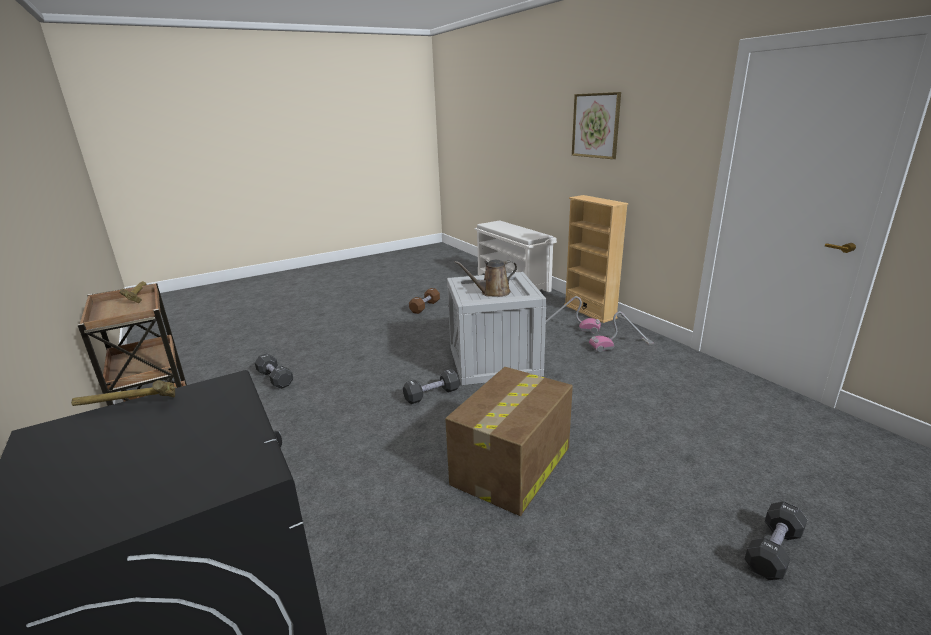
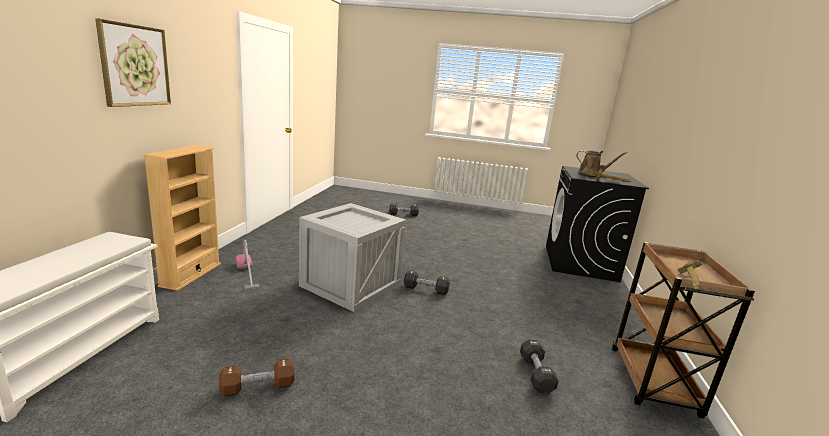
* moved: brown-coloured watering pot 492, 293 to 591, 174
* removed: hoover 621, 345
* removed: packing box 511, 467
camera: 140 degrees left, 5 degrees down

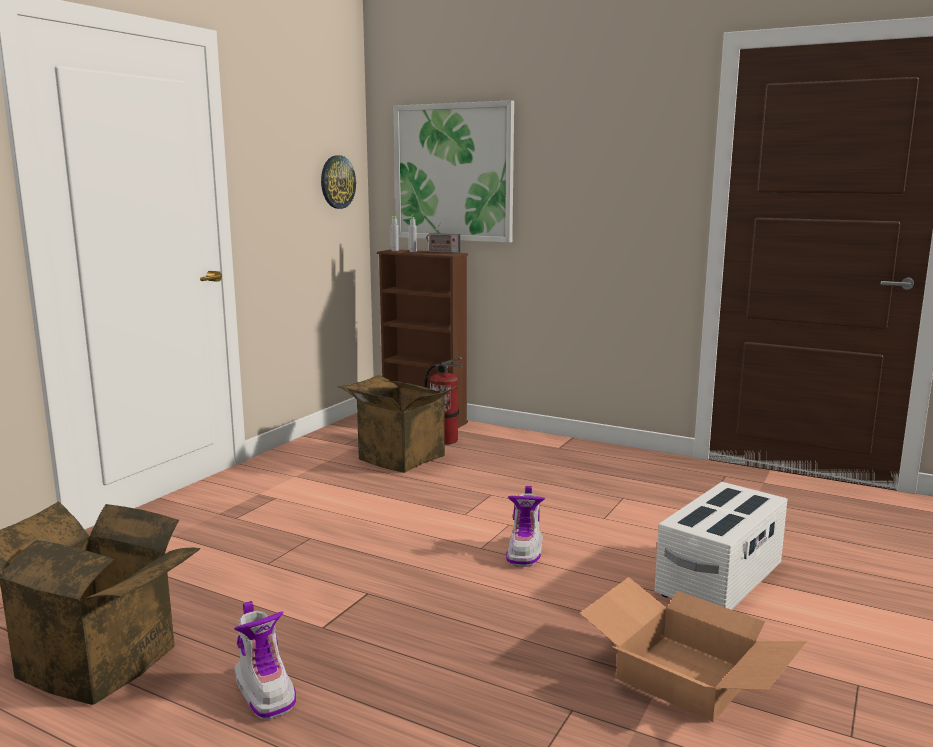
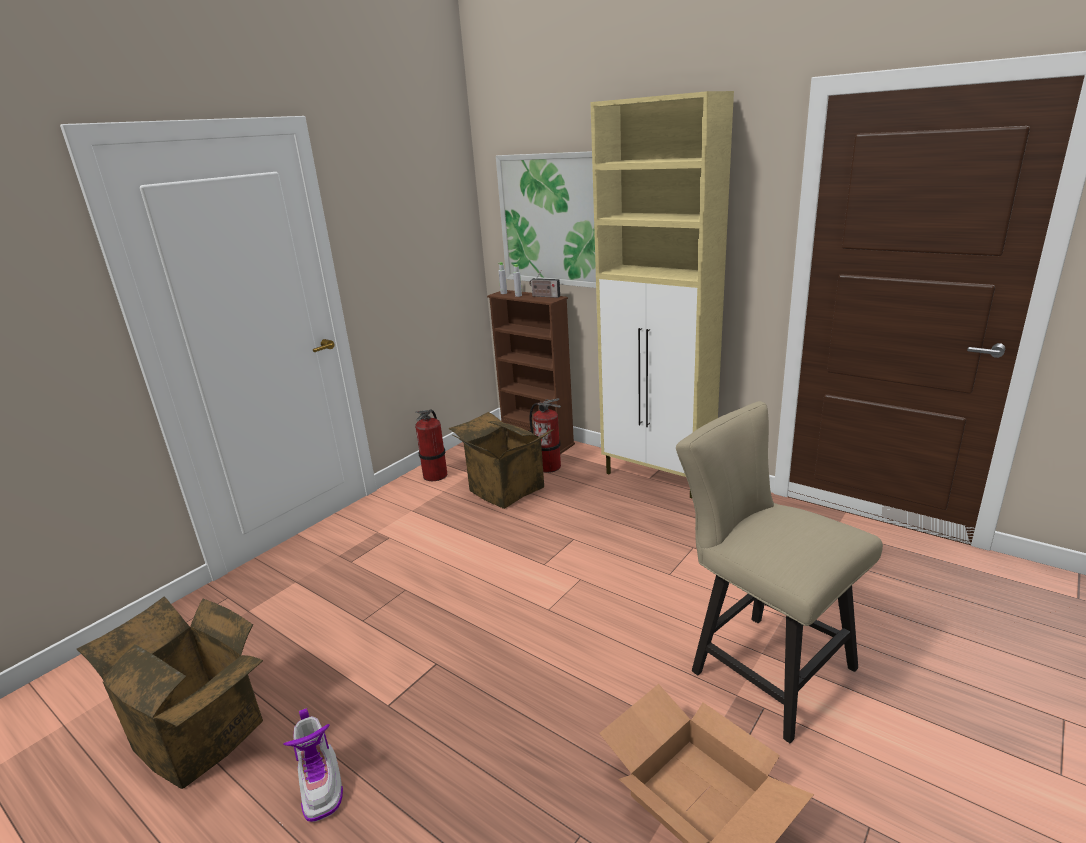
* removed: clock on the wall 337, 182
* replaced: white storage box 720, 580 to sand-coloured chair 761, 665
* removed: high-top boot 525, 552
* added: sand-coloured storage cabinet 658, 477
* added: fire-fighting cylinder 436, 475
camera: 10 degrees right, 10 degrees up

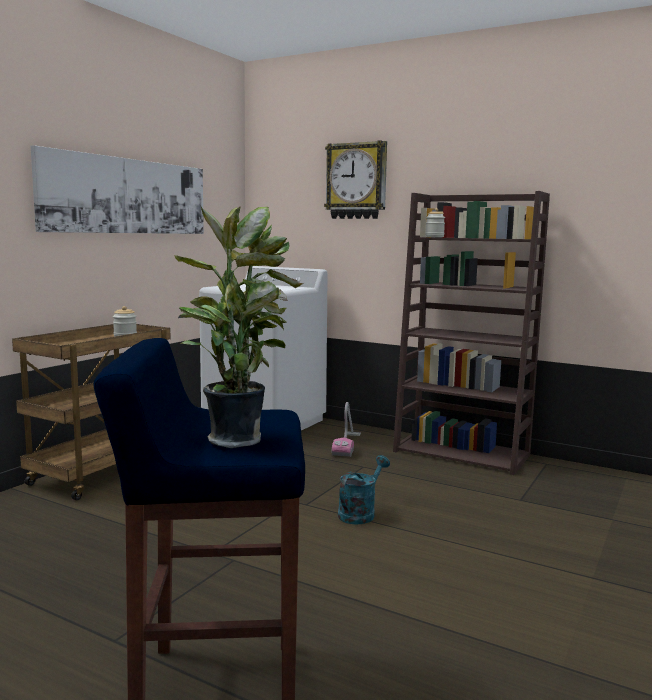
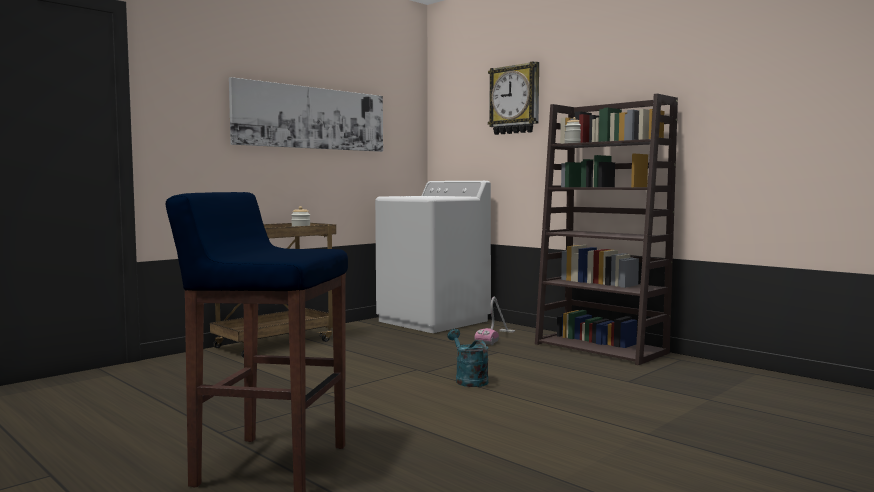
* removed: potted plant 237, 438
* turned: turquoise-coloured watering pot 360, 513 = 468, 380 75 degrees counterclockwise
camera: 15 degrees right, 5 degrees down

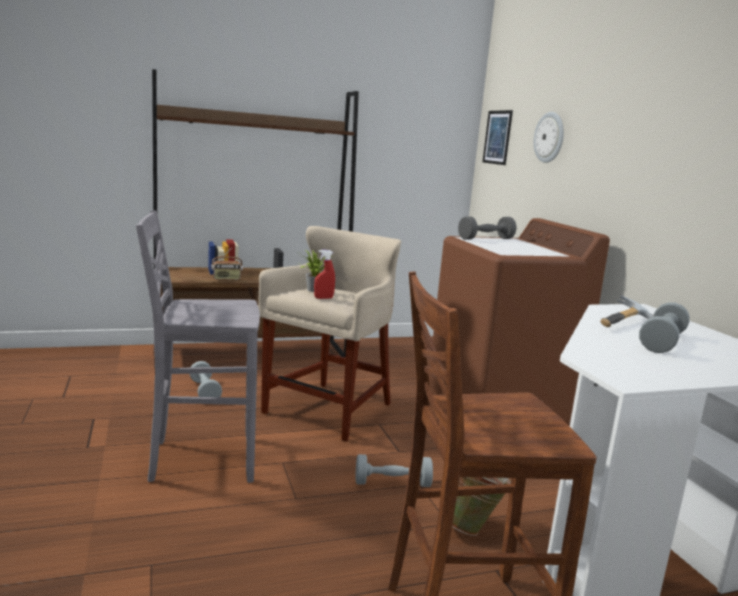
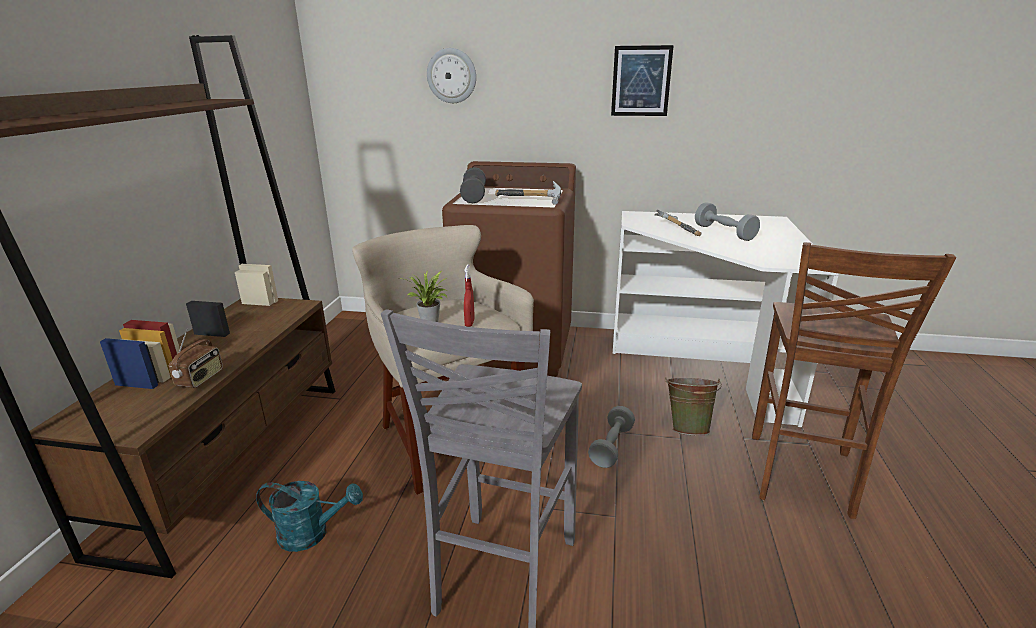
* moved: wall art 497, 137 to 641, 81
* replaced: greyish hand weight 205, 391 to turquoise-coloured watering pot 312, 534
* added: tool hammer 530, 201
camera: 60 degrees left, 10 degrees up

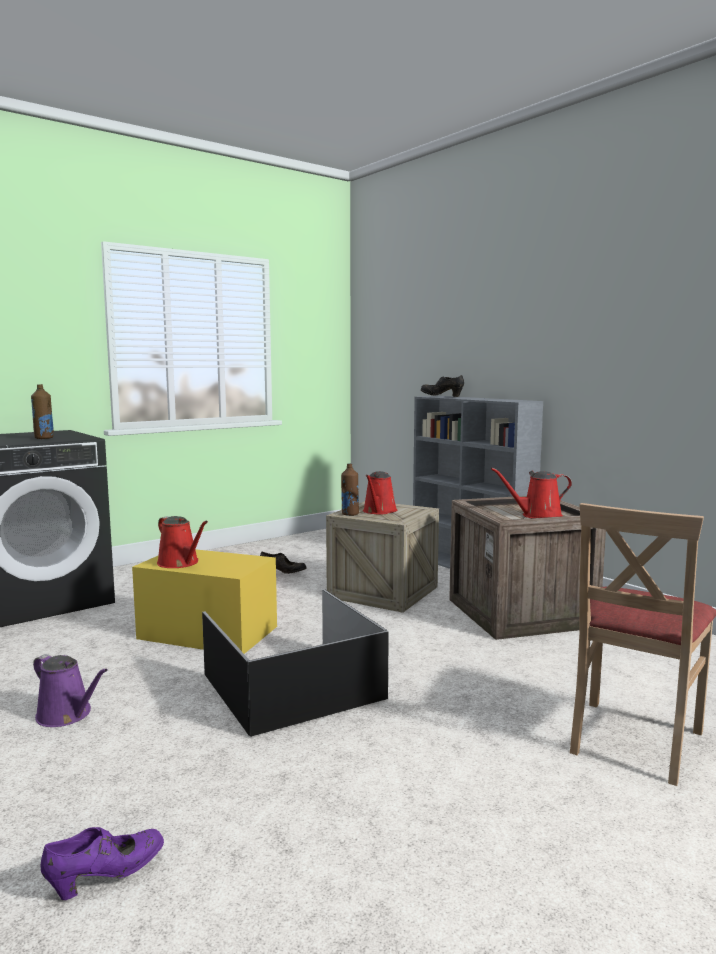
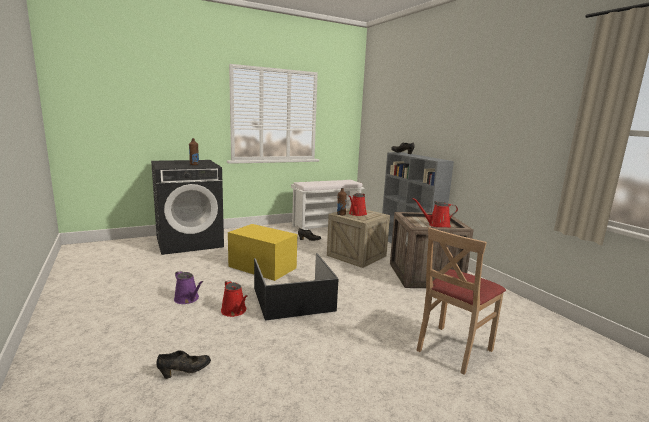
* moved: reddish watering pot 180, 563 to 234, 311
* recoloured: purple shoe 107, 877 to black shoe 185, 372
* added: white long seat 326, 226
camera: 10 degrees right, 5 degrees up

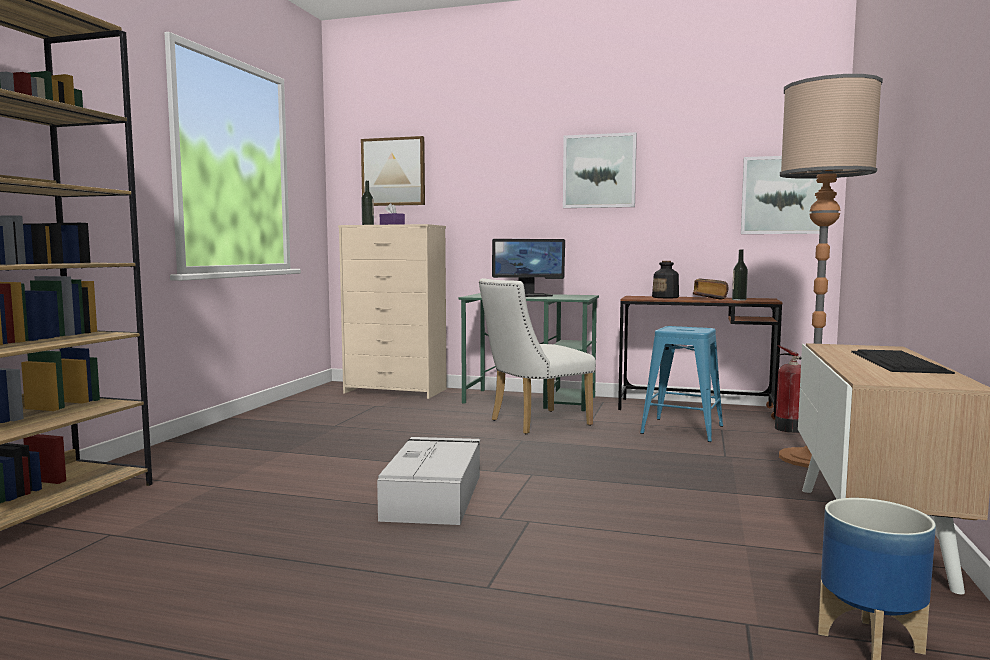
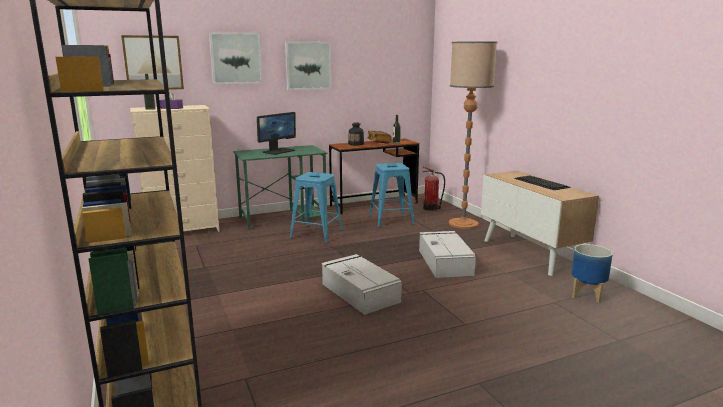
* moved: wall art 782, 195 to 236, 58
* replaced: white chair 533, 423 to blue stool seat 317, 234
* added: greyish storage box 444, 262
camera: 40 degrees left, 10 degrees up

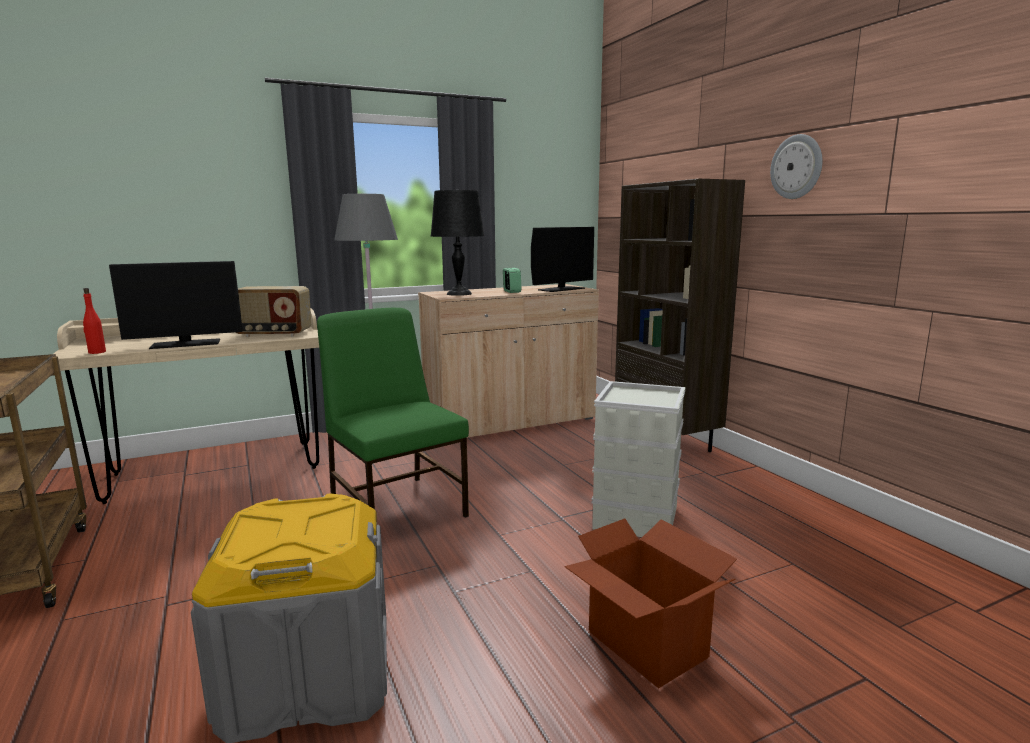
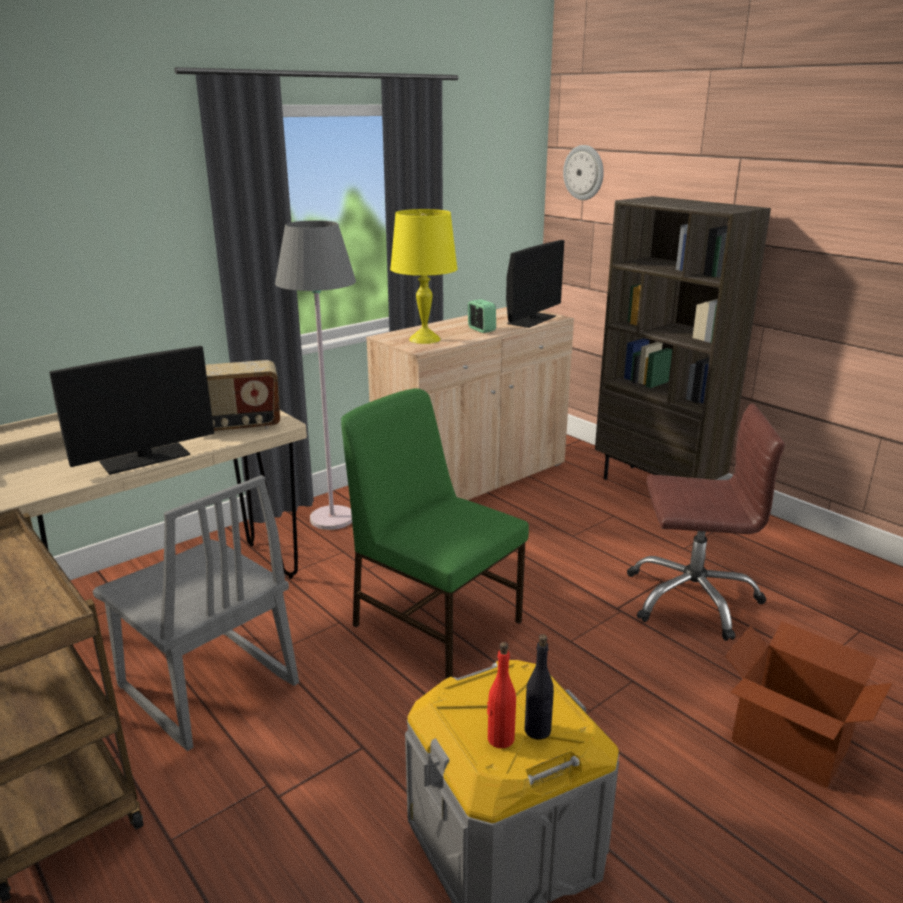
* moved: clock on the wall 797, 167 to 584, 172
* recoloured: black lamp for a table 459, 294 to yellow lamp for a table 425, 339
* moved: reddish beverage bottle 97, 352 to 500, 739
* replaced: greyish storage box 636, 518 to brown-coloured desk chair 692, 598
* added: greyish chair 206, 687
* added: black beverage bottle 538, 730
camera: 15 degrees left, 10 degrees up

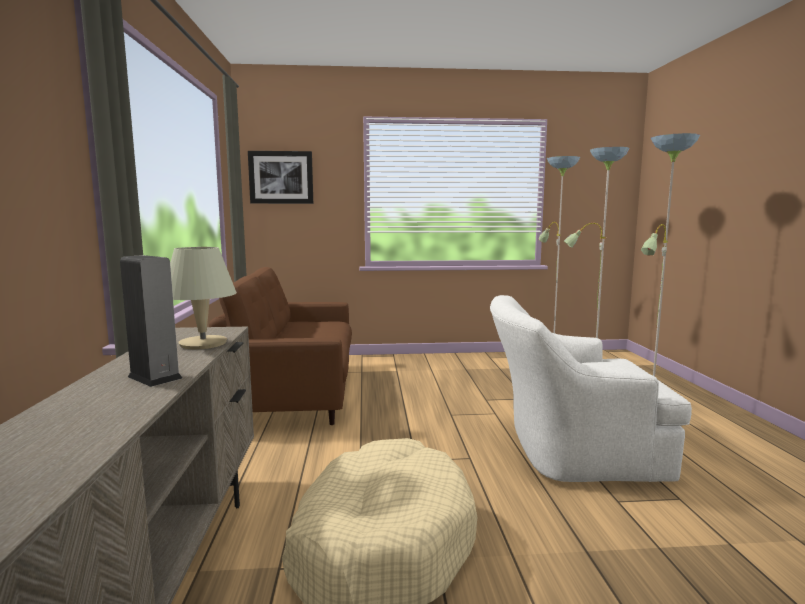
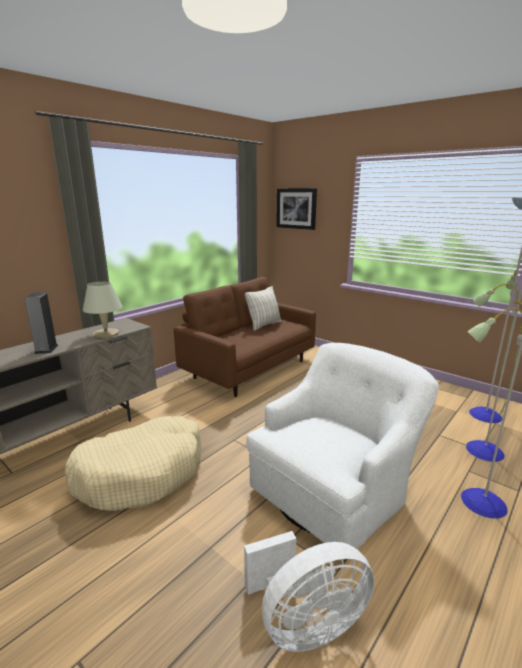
* turned: white easy chair 569, 450 = 335, 488 90 degrees clockwise
* added: throw pillow 264, 325
* added: white electric fan 305, 624
camera: 45 degrees right, 10 degrees up

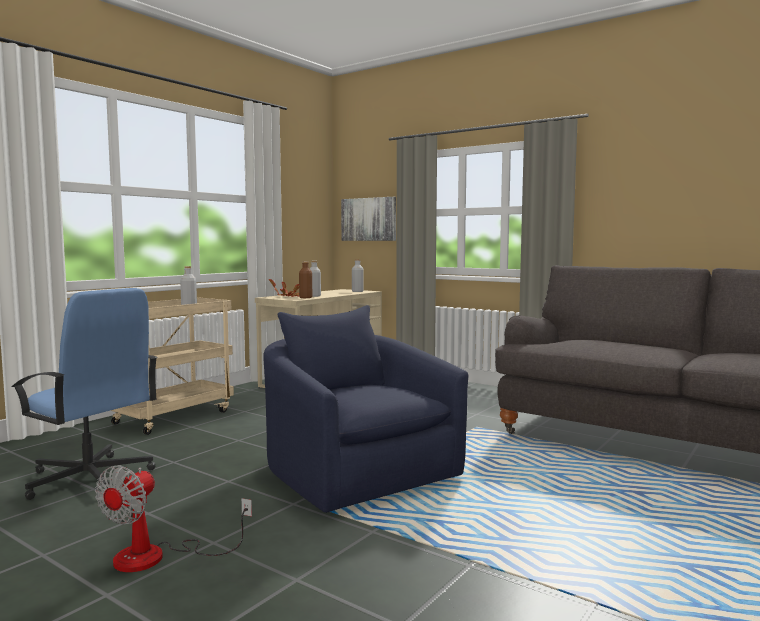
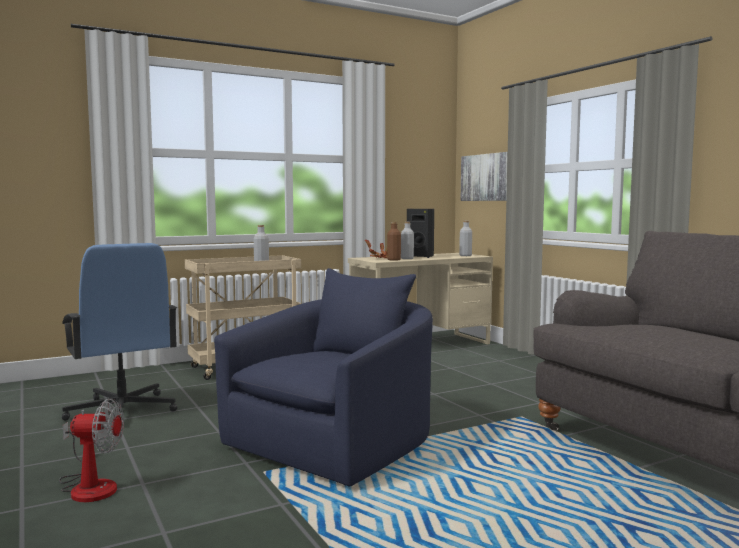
* turned: blue easy chair 355, 472 = 337, 443 45 degrees clockwise
* turned: electric fan 157, 557 = 90, 486 135 degrees counterclockwise
* added: black audio speaker 421, 257
camera: 25 degrees right, 0 degrees up

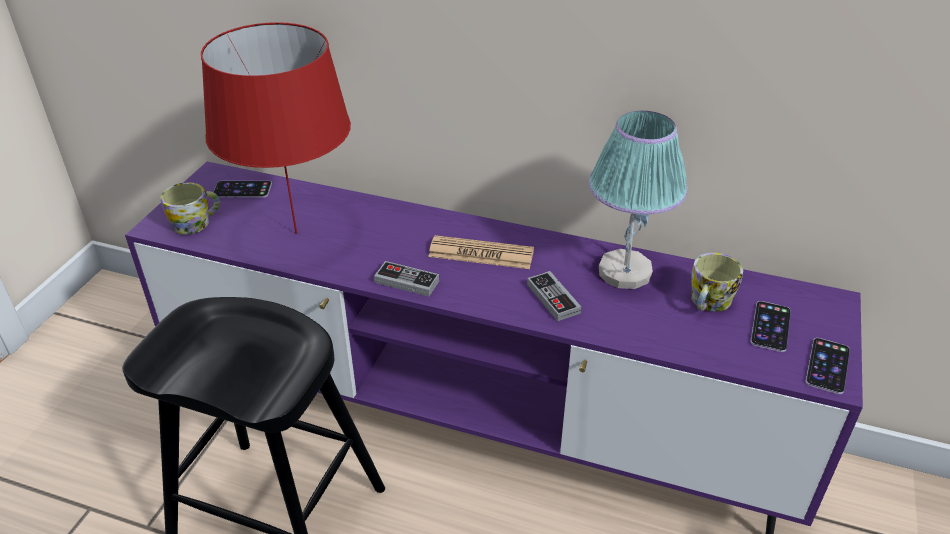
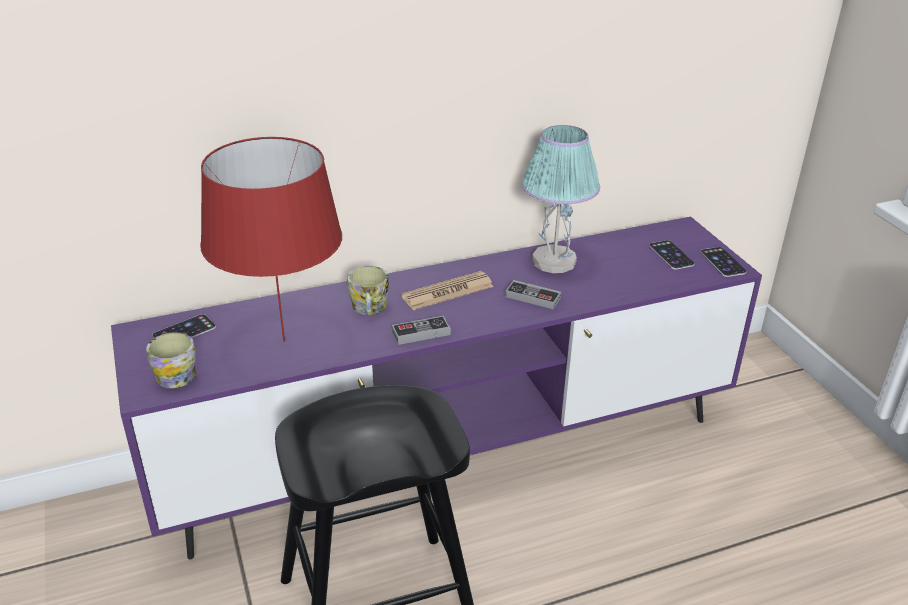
* moved: tea mug 708, 302 to 369, 309
camera: 40 degrees left, 5 degrees down

